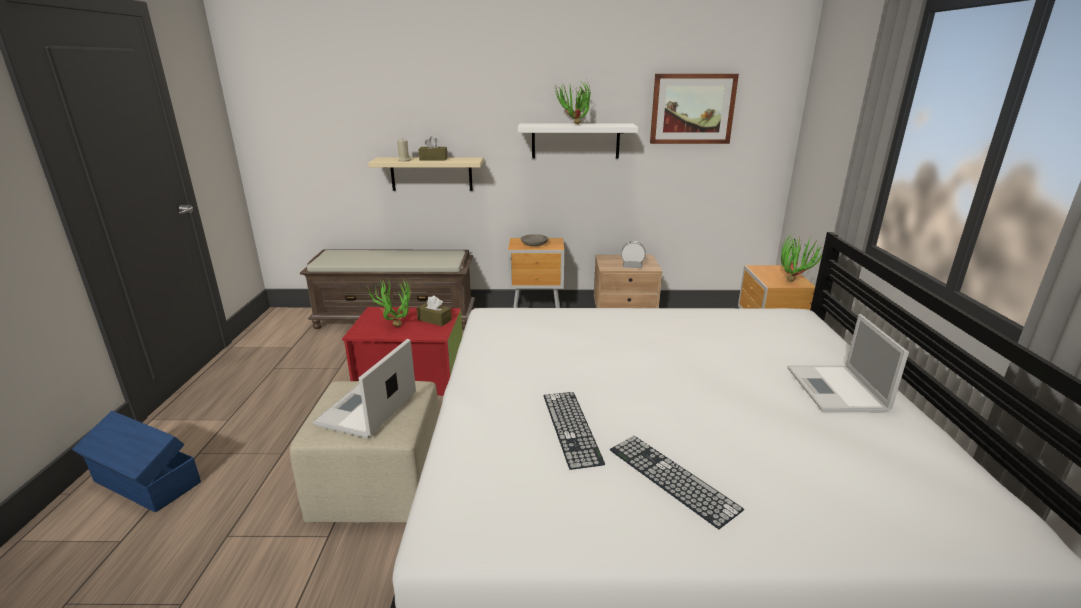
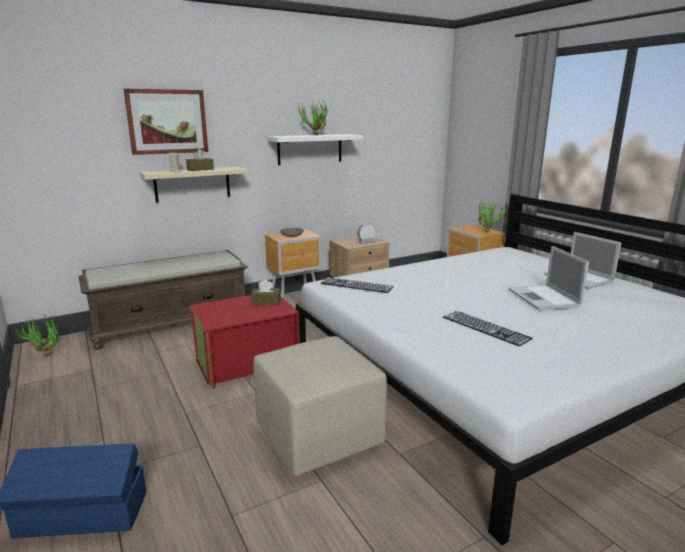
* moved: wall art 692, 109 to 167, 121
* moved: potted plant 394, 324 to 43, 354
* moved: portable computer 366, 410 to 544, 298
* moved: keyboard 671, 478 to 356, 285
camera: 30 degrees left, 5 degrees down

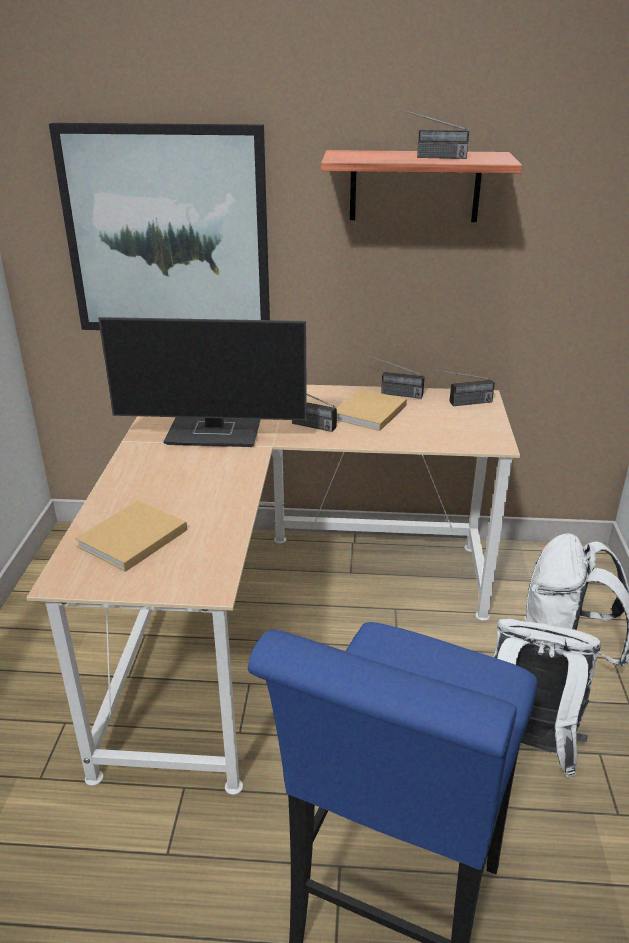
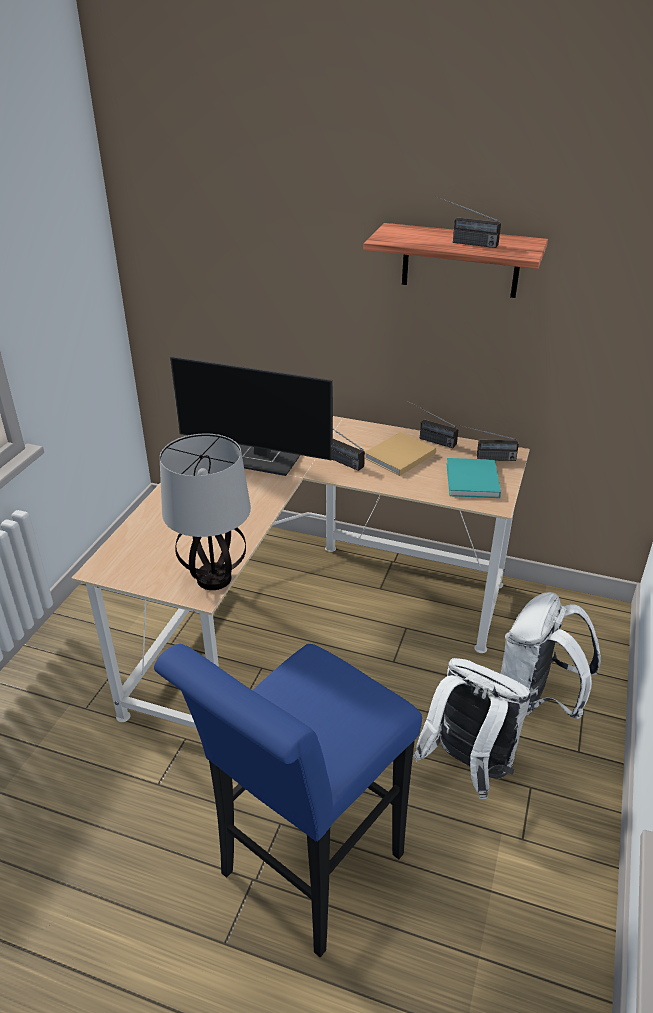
* removed: wall art 167, 233
* removed: sand-coloured book 130, 539
* added: lamp for a table 213, 578
* added: turquoise-coloured book 472, 481
camera: 15 degrees right, 5 degrees up

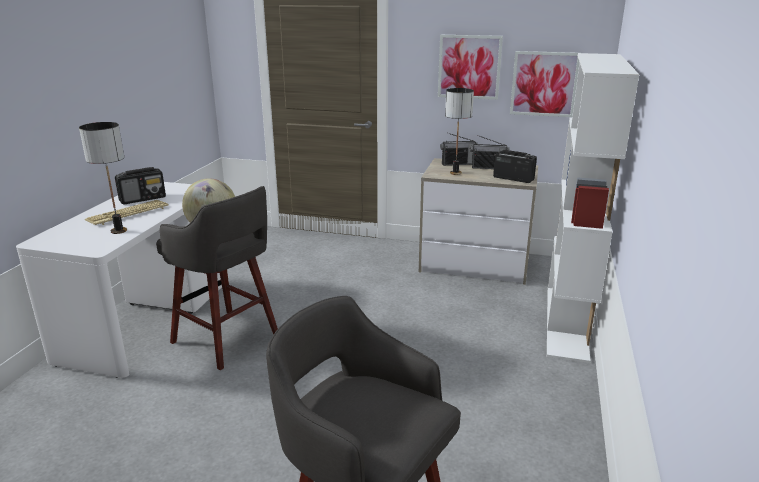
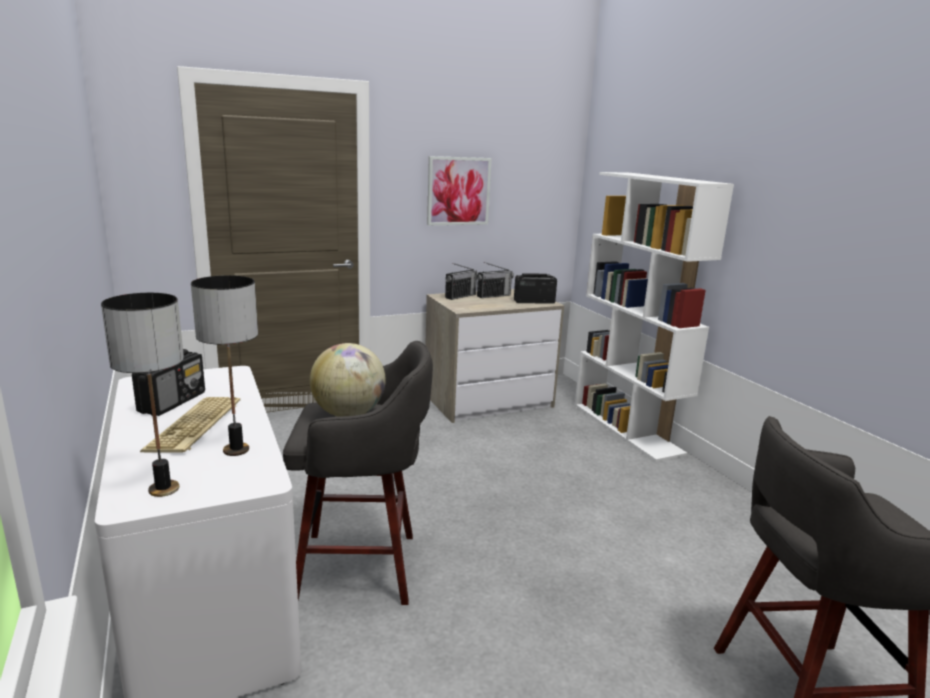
* removed: wall art 544, 84
* moved: lamp for a table 455, 173 to 163, 489
camera: 40 degrees left, 5 degrees down

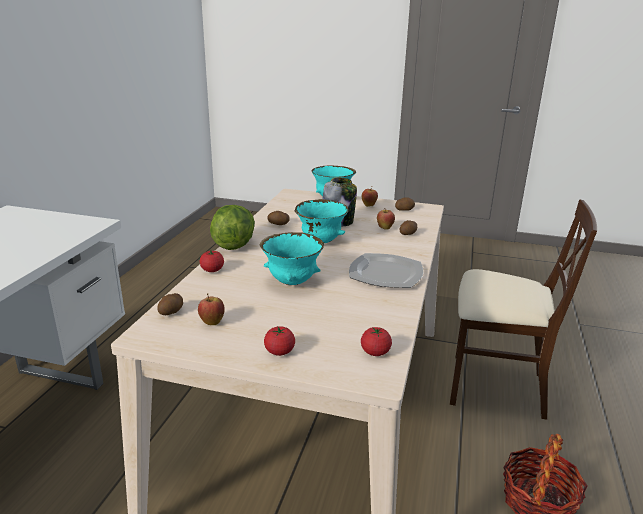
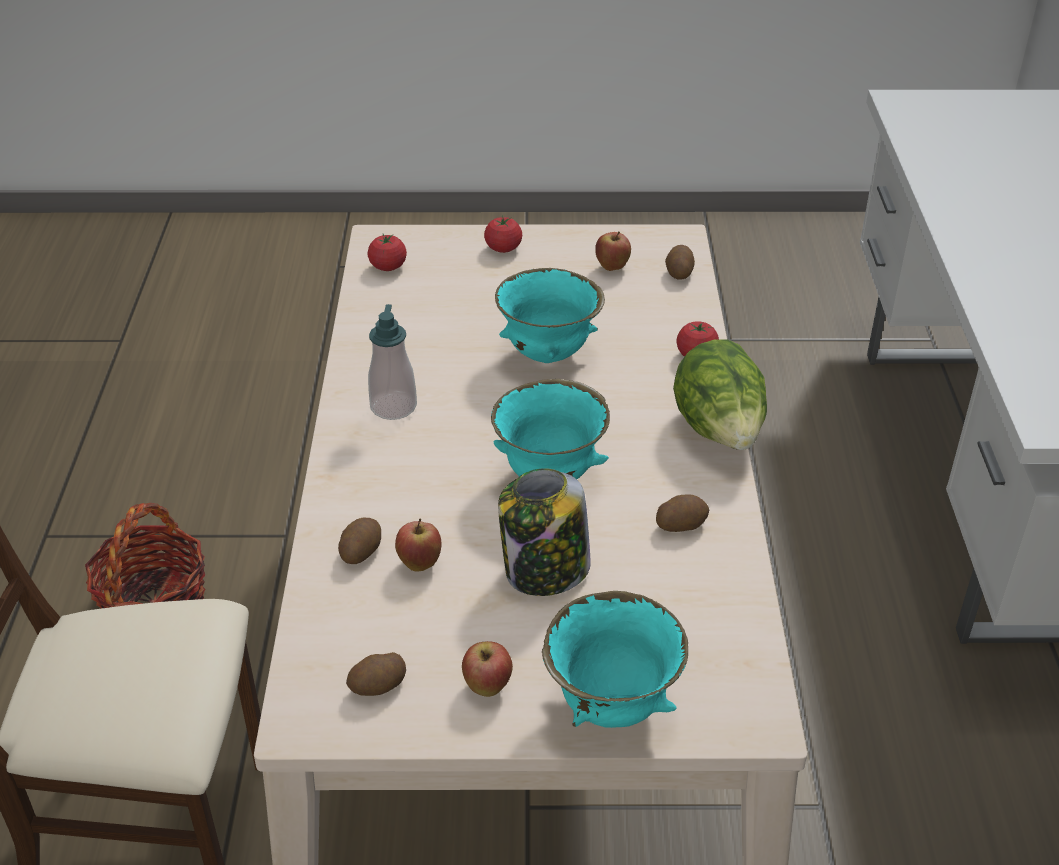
* replaced: flat dish 386, 273 to soap bottle 393, 407
camera: 165 degrees right, 15 degrees up

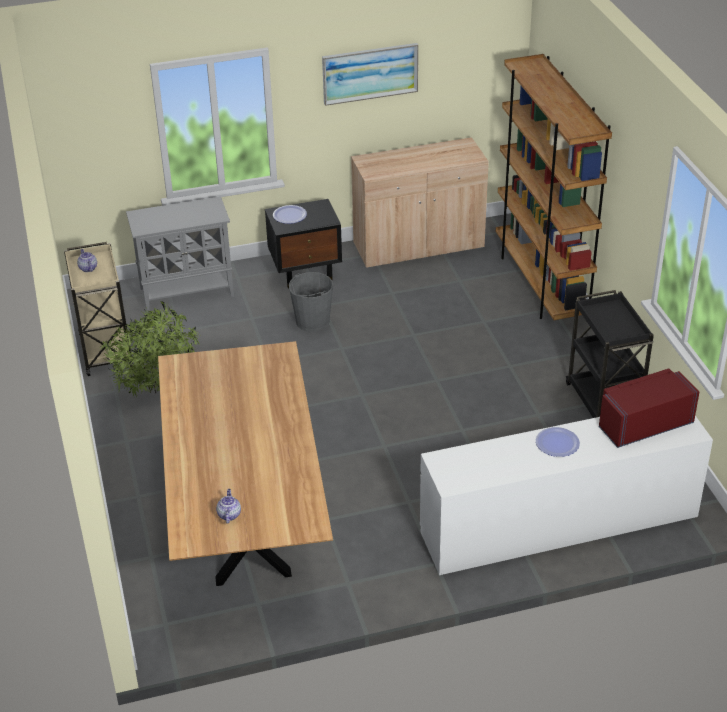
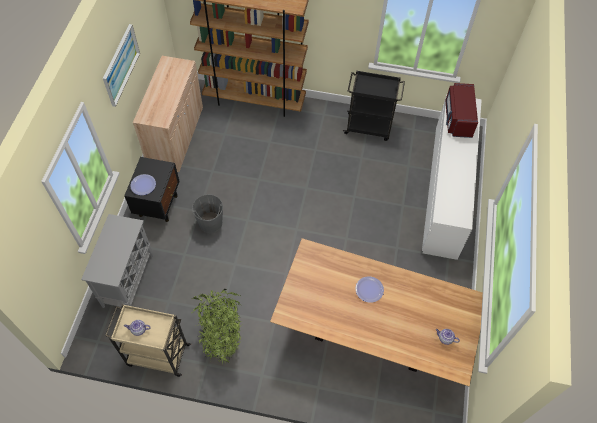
* moved: flat dish 557, 443 to 369, 289
camera: 65 degrees left, 20 degrees up

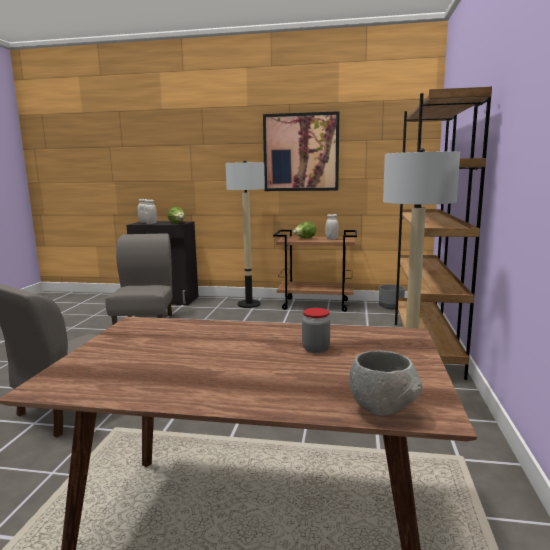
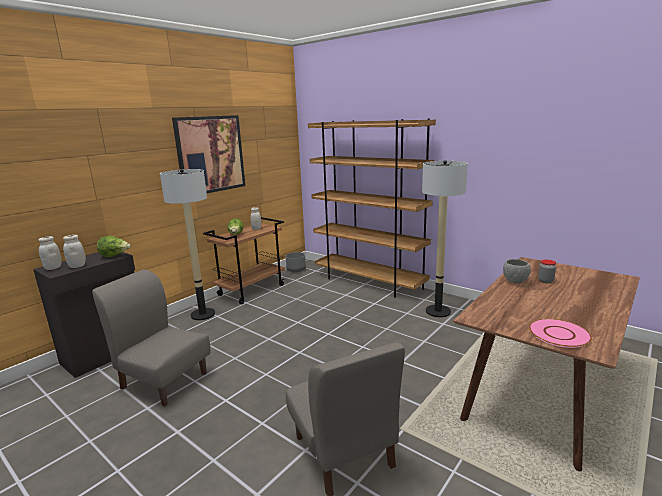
* moved: greyish serving bowl 382, 411 to 515, 282
* added: pink flat dish 559, 334
camera: 60 degrees left, 5 degrees up

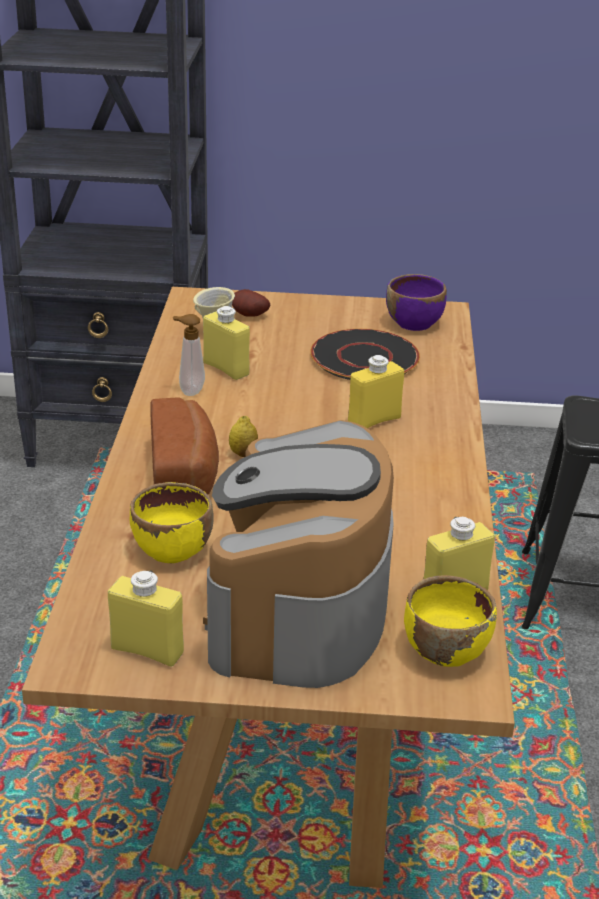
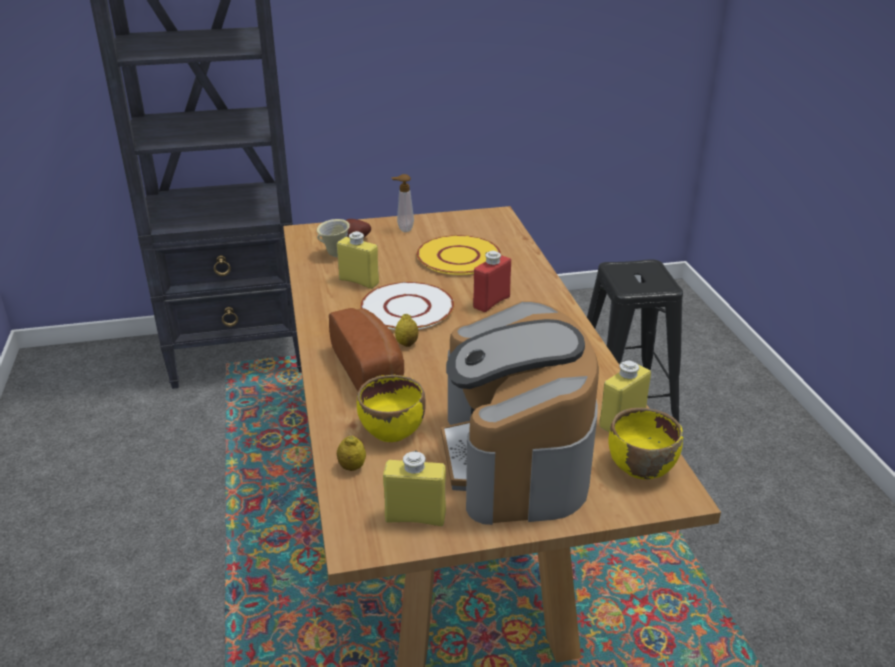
* removed: purple serving bowl 414, 323
* moved: soap bottle 189, 391 to 403, 229
* recoloured: black flat dish 364, 357 to yellow flat dish 458, 257
* recoloured: yellow beverage bottle 374, 421 to reddish beverage bottle 491, 302
* added: white flat dish 407, 308
* added: whole lemon 352, 467
camera: 15 degrees left, 0 degrees up

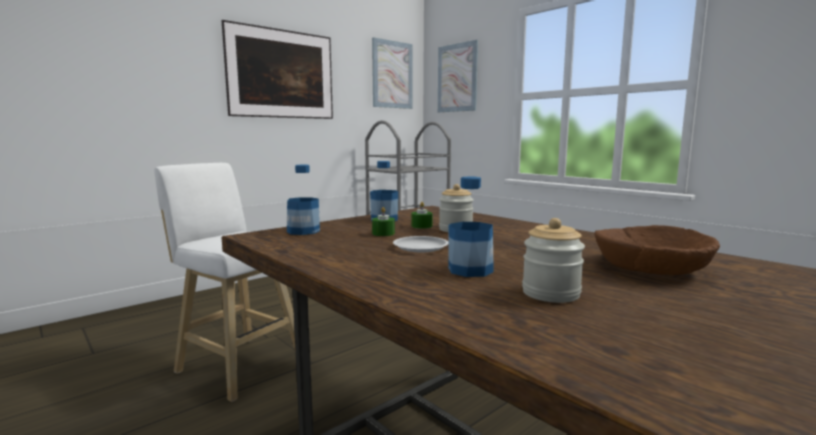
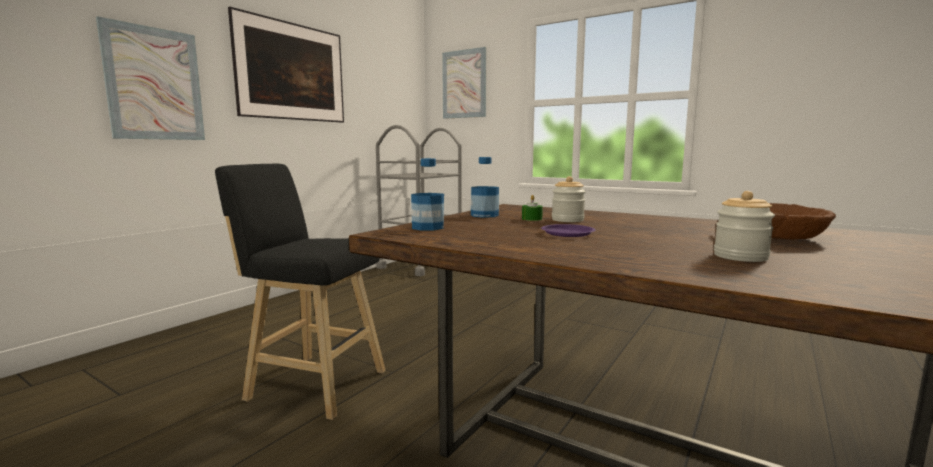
* moved: wall art 392, 74 to 154, 84
* recoloured: white stool seat 238, 365 to black stool seat 312, 384
* removed: beverage bottle 470, 270
* removed: green-coloured wax light 383, 233
* recoloured: white flat dish 420, 247 to purple flat dish 567, 233
camera: 15 degrees left, 0 degrees up

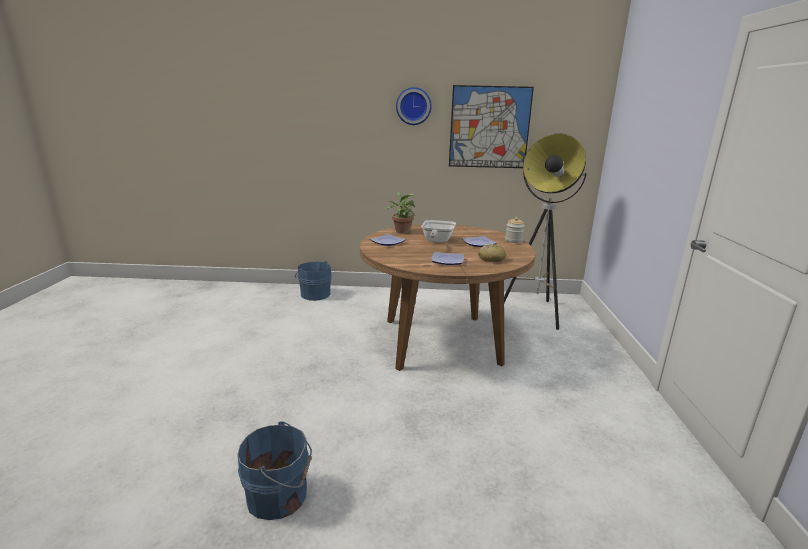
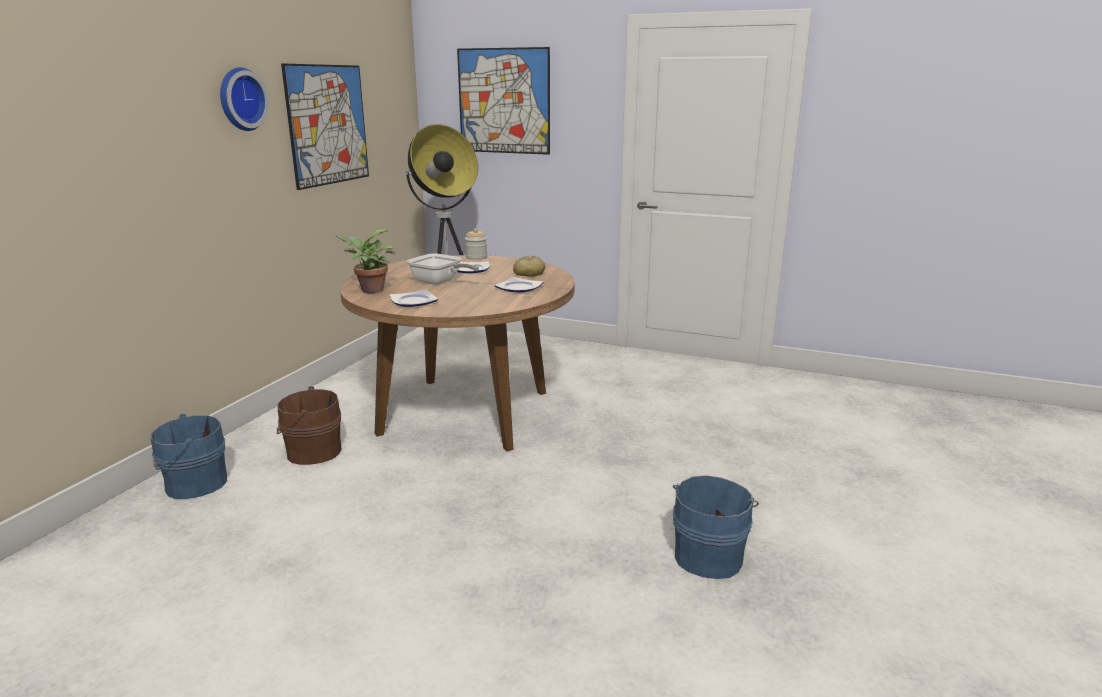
* added: wall art 504, 101
* added: brown-coloured bucket 311, 452
camera: 70 degrees left, 0 degrees up

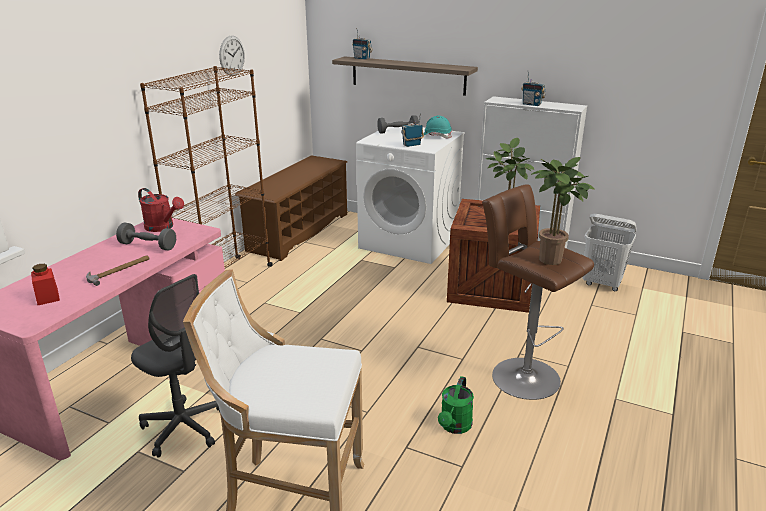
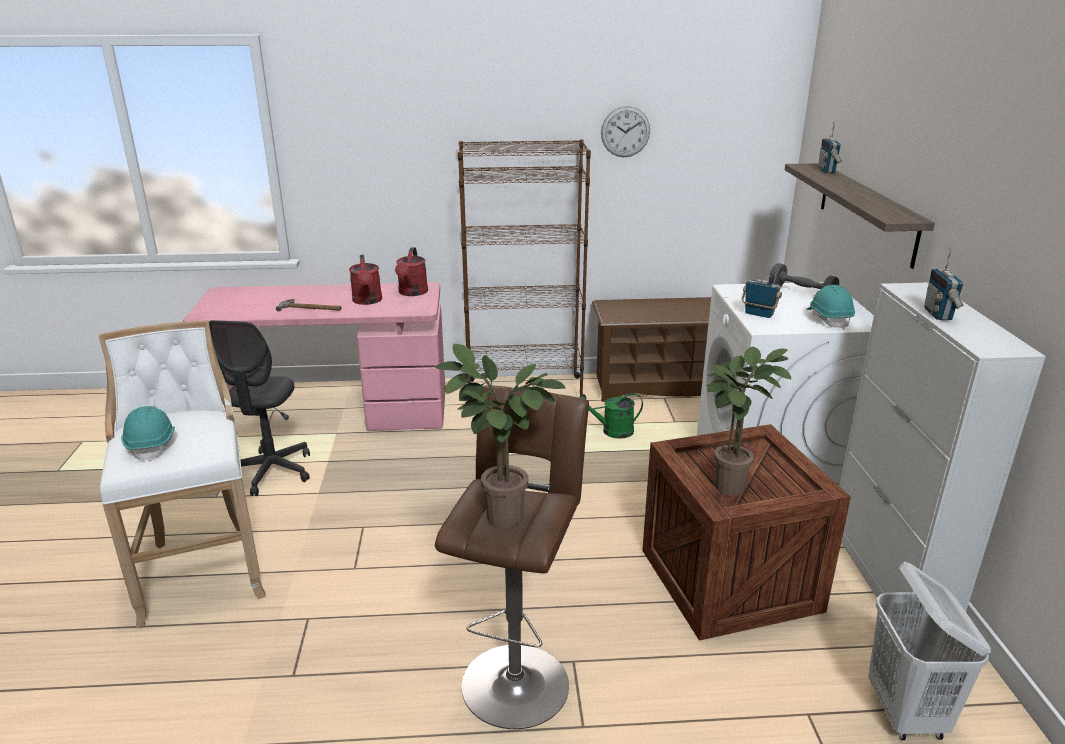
* replaced: greyish hand weight 148, 246 to reddish watering pot 367, 301
* removed: reddish jar 48, 297
* moved: green-coloured watering pot 454, 427 to 612, 431
* added: turquoise-coloured work helmet 152, 445
camera: 60 degrees right, 0 degrees up

